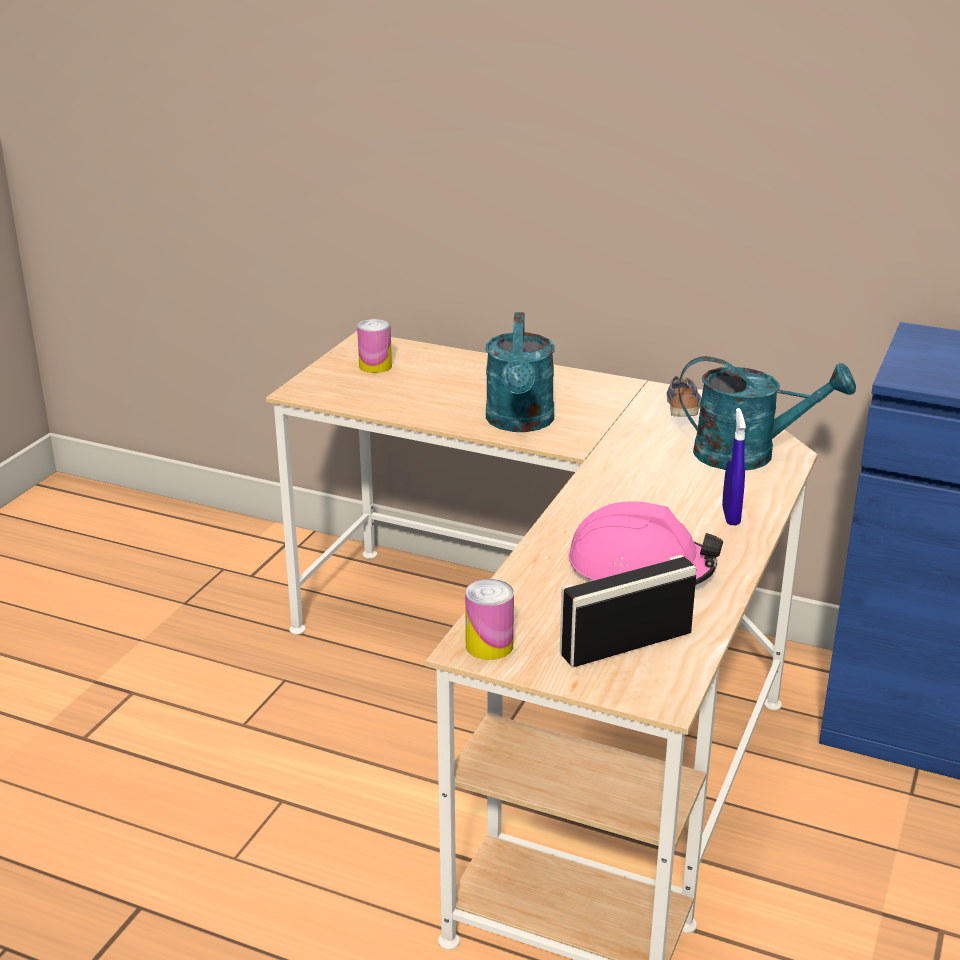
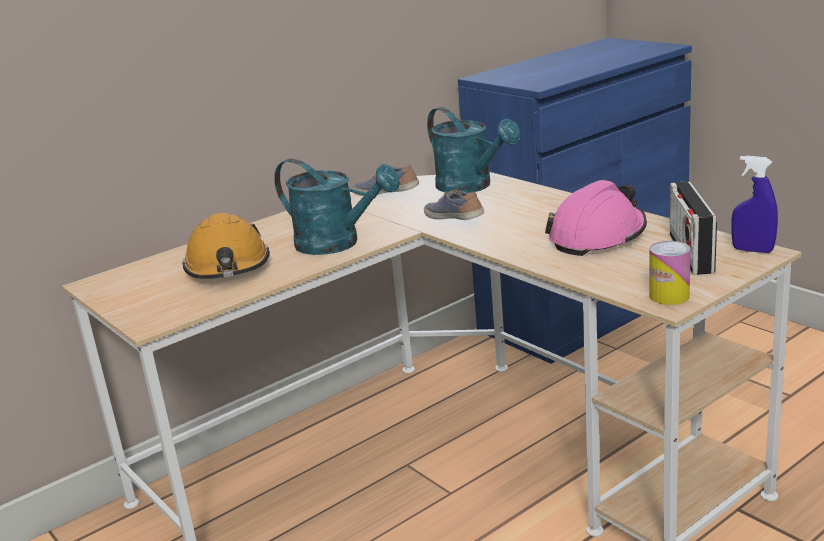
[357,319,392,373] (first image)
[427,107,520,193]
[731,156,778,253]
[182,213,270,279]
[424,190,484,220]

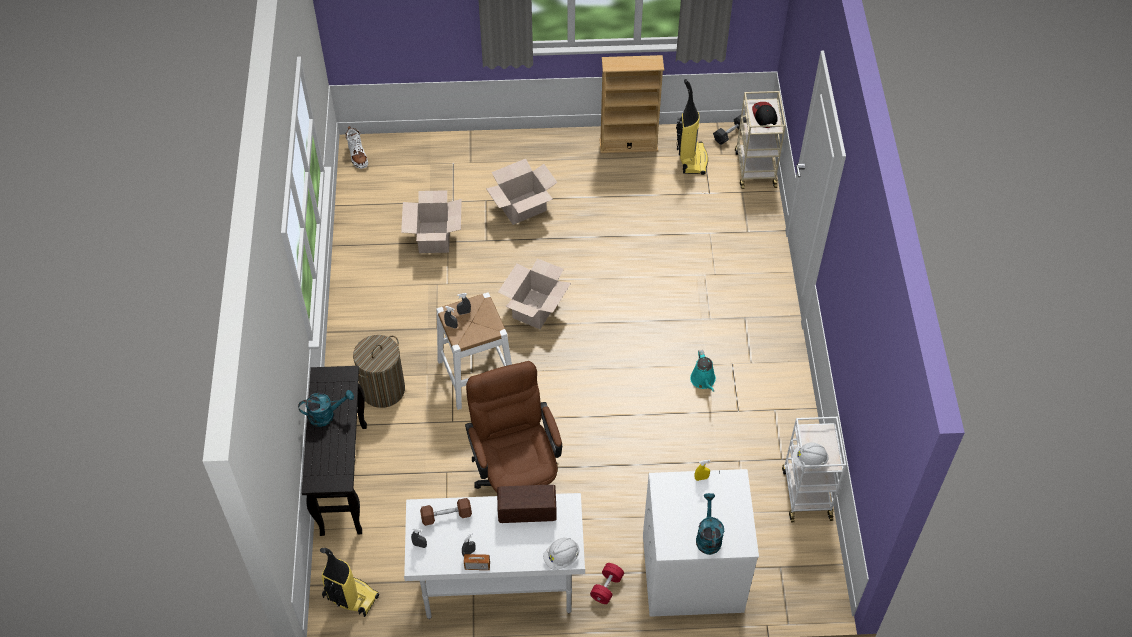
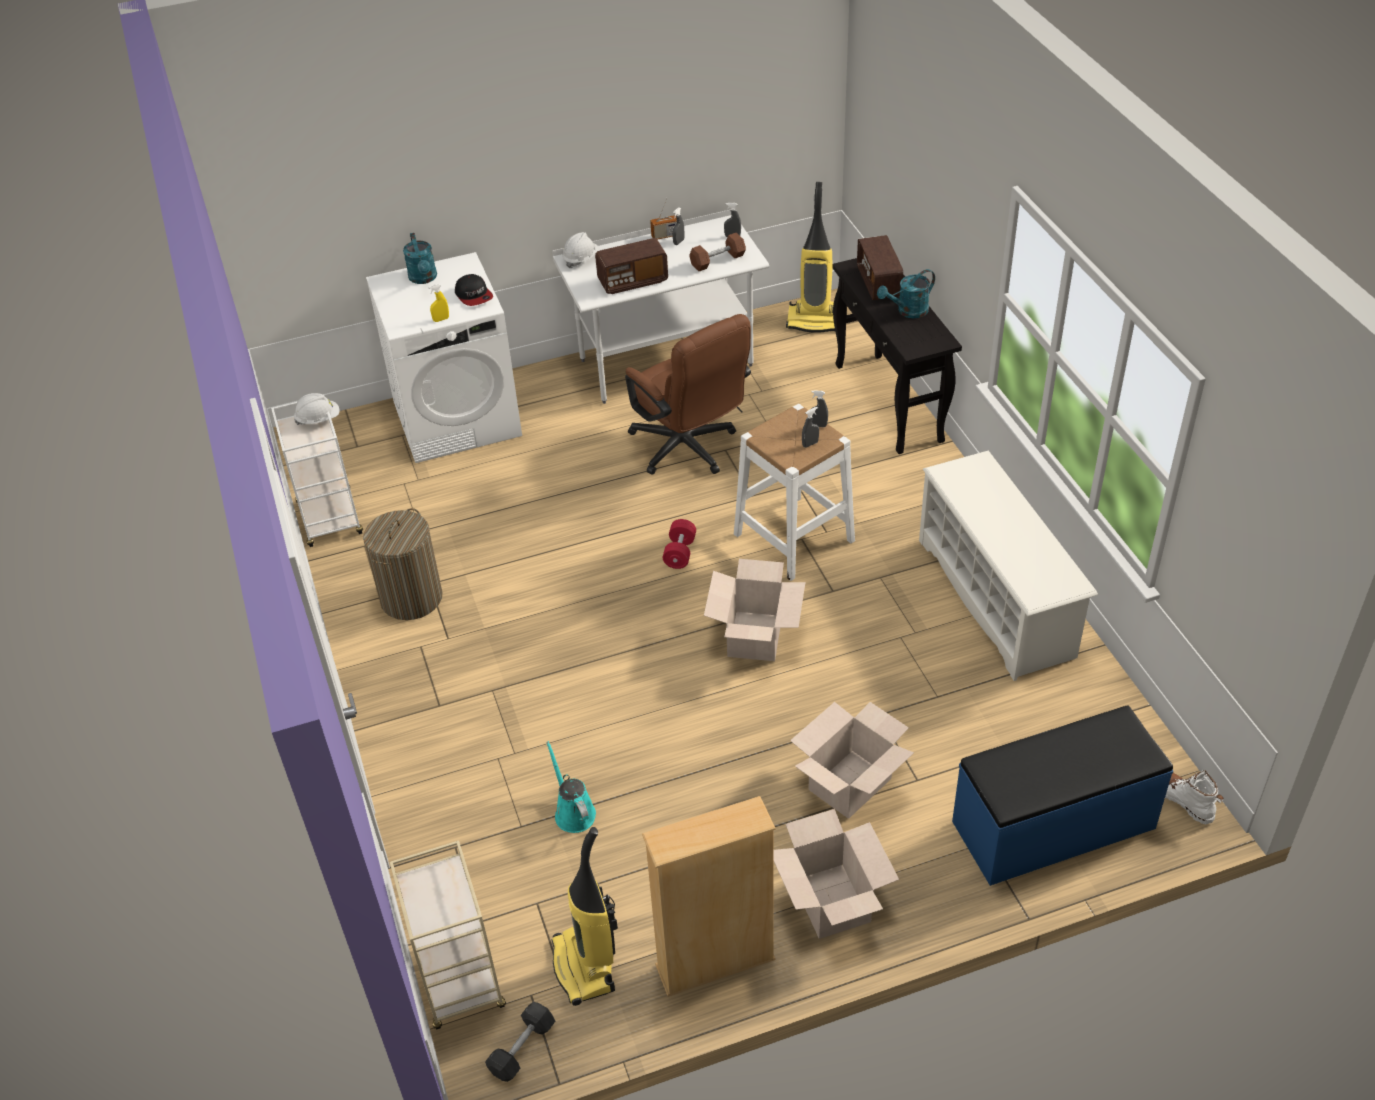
[363,508,442,620]
[773,809,899,939]
[663,519,696,569]
[546,741,596,833]
[455,274,493,306]
[857,235,903,300]
[919,451,1098,681]
[952,706,1173,886]

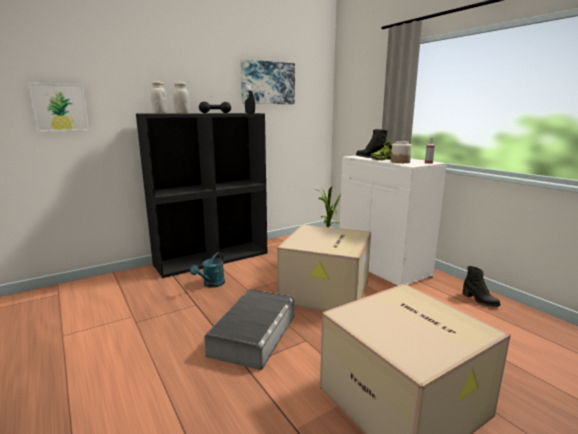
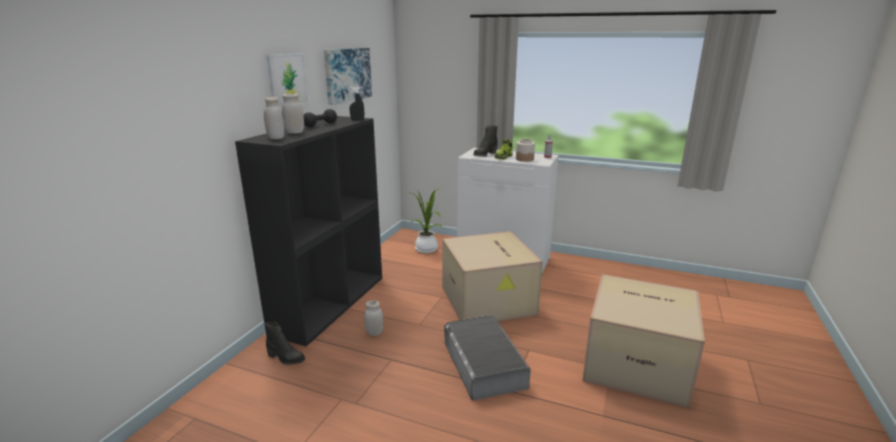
[266,53,309,109]
[364,301,383,336]
[265,322,305,365]

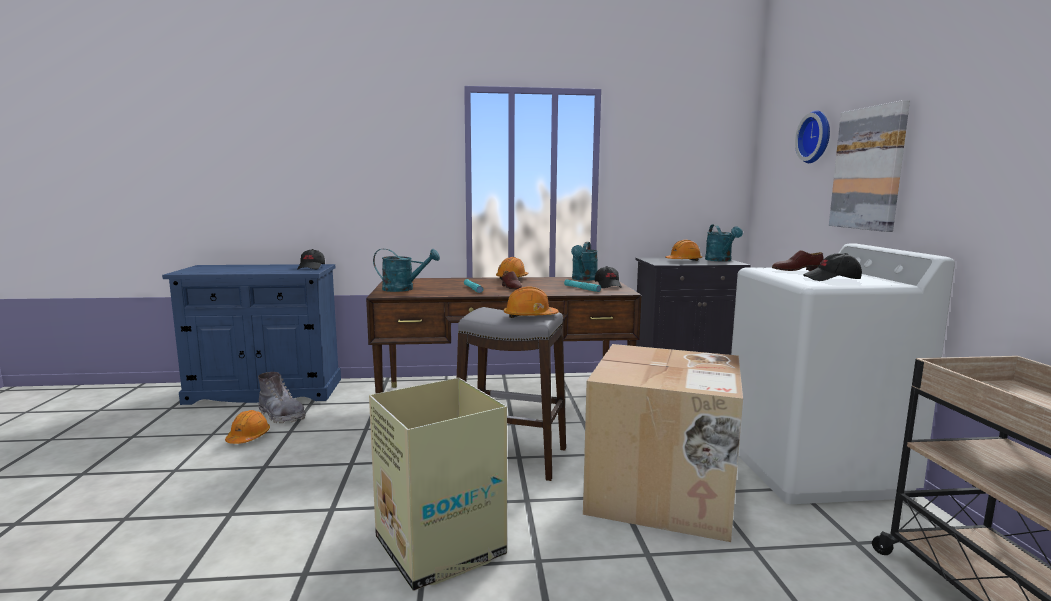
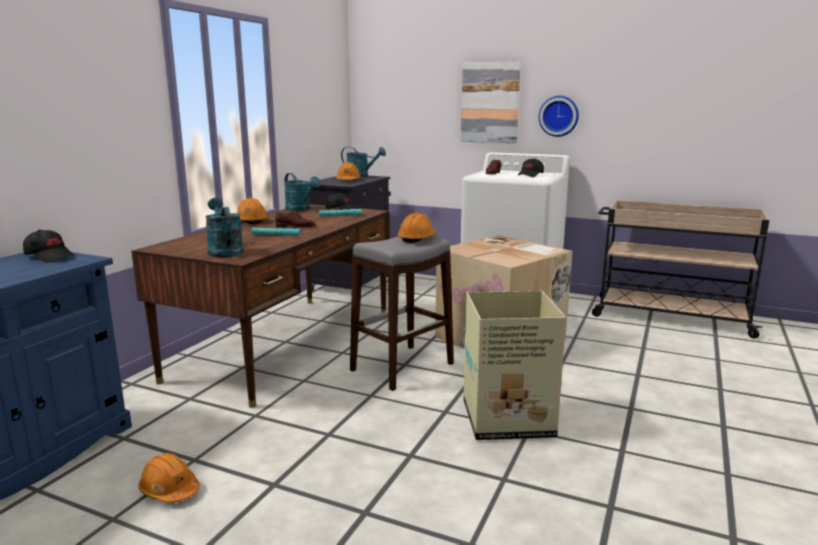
[258,372,305,423] (first image)
[205,198,244,257]
[539,96,579,137]

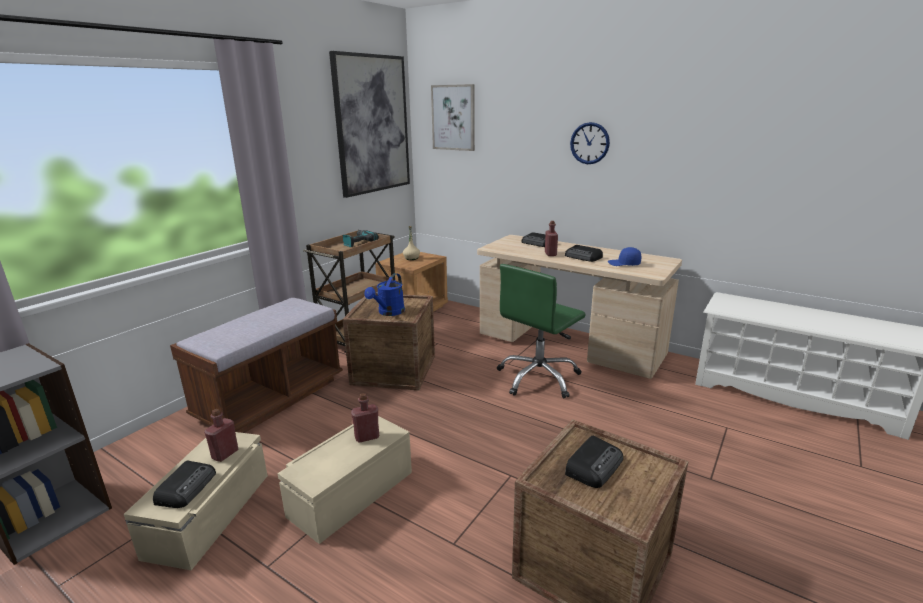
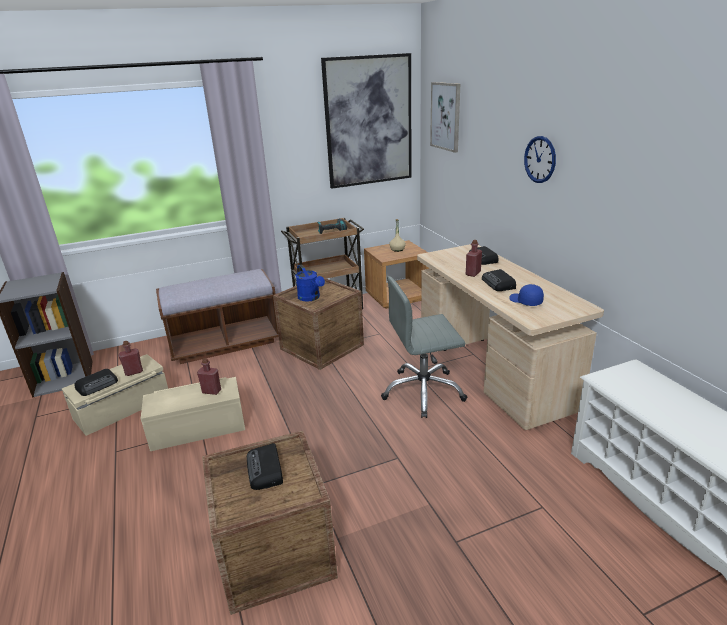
[295,265,325,302]
[381,276,467,418]
[247,443,283,490]

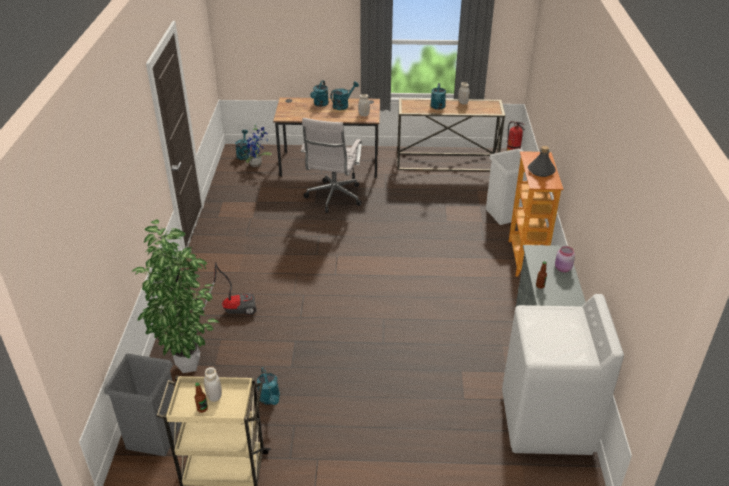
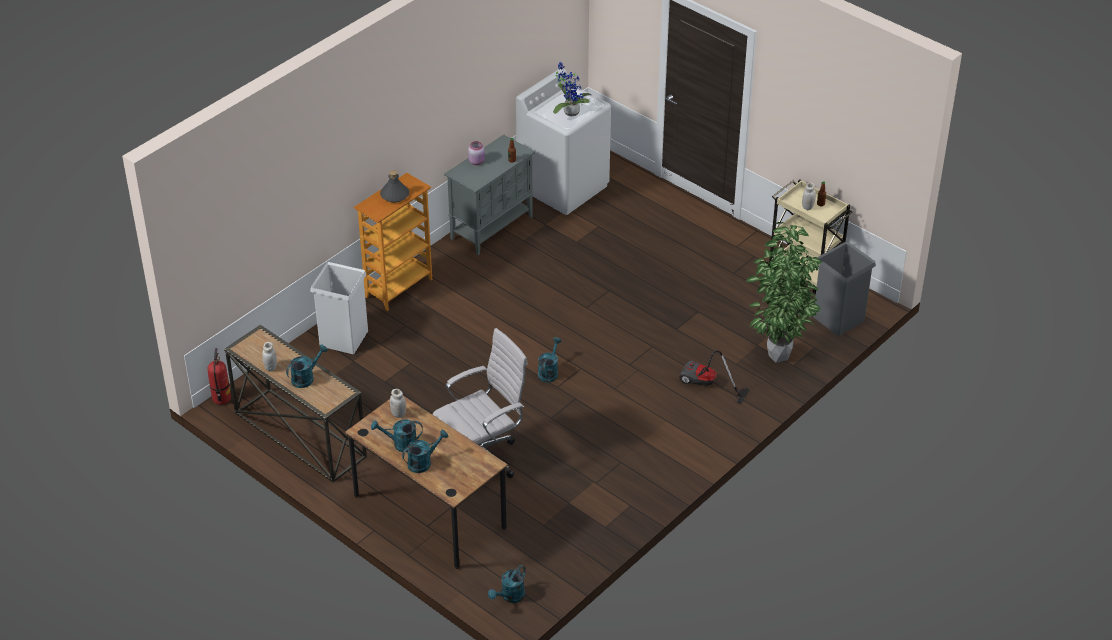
[553,62,591,116]
[538,337,562,383]

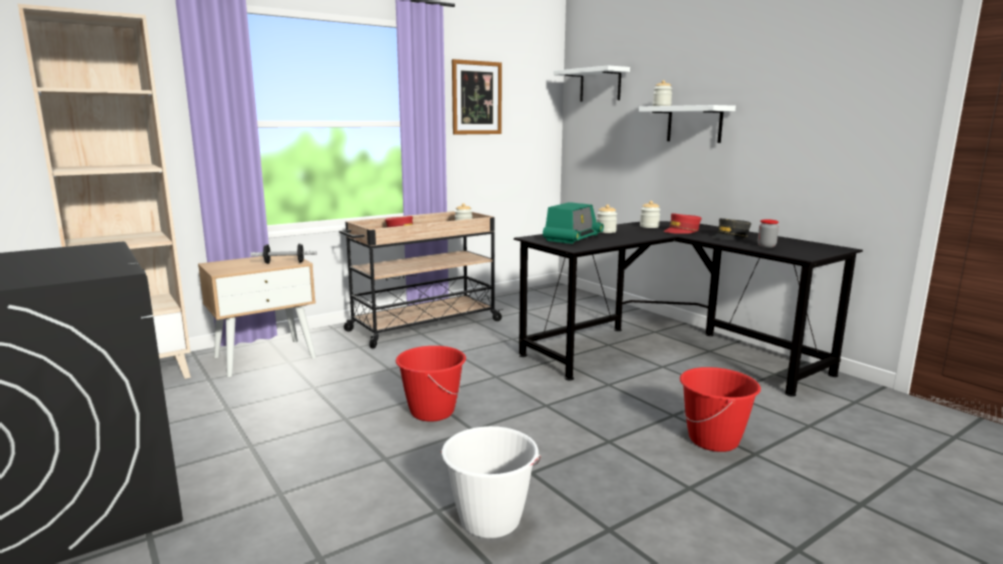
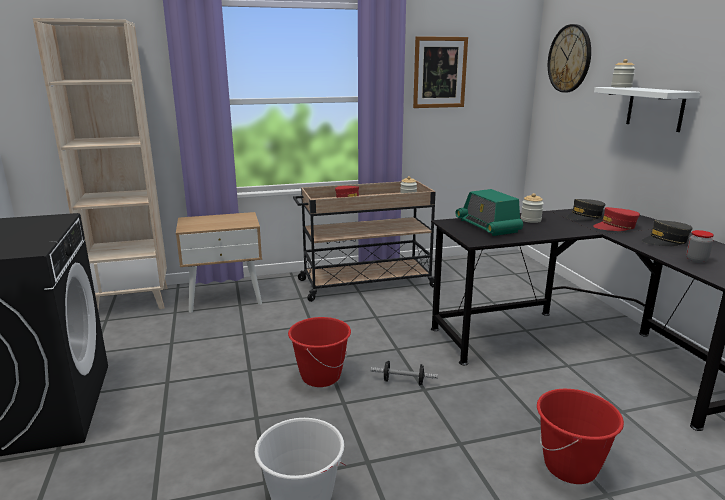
[371,361,438,385]
[455,189,523,236]
[548,24,591,92]
[566,199,605,221]

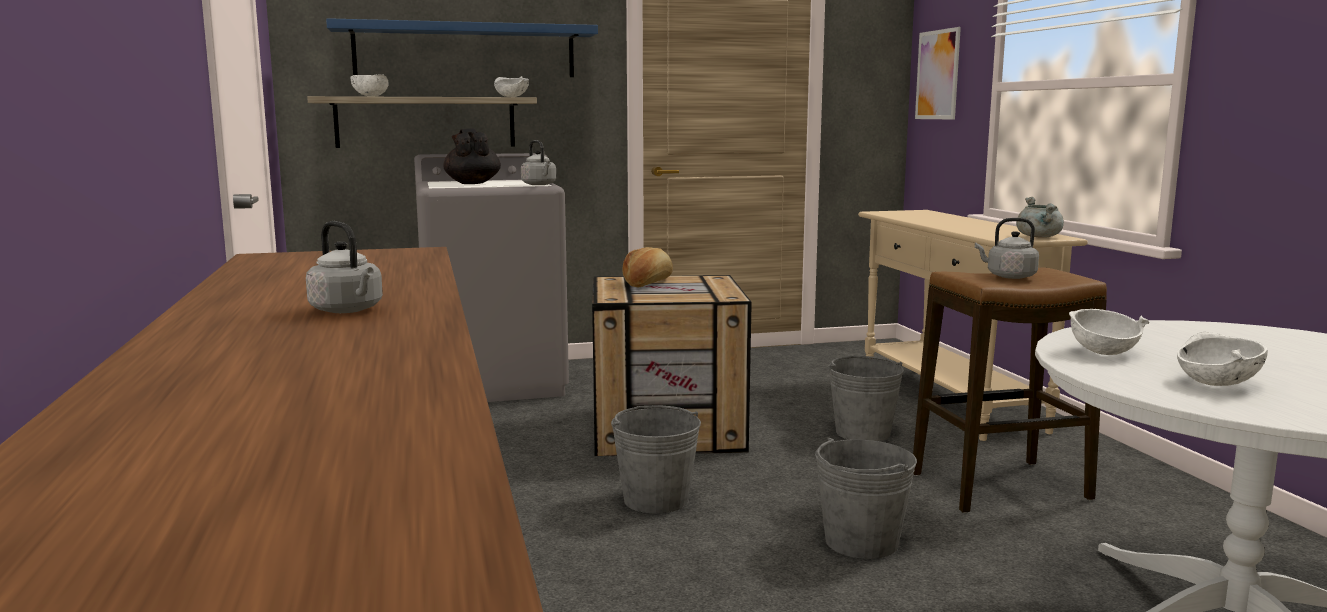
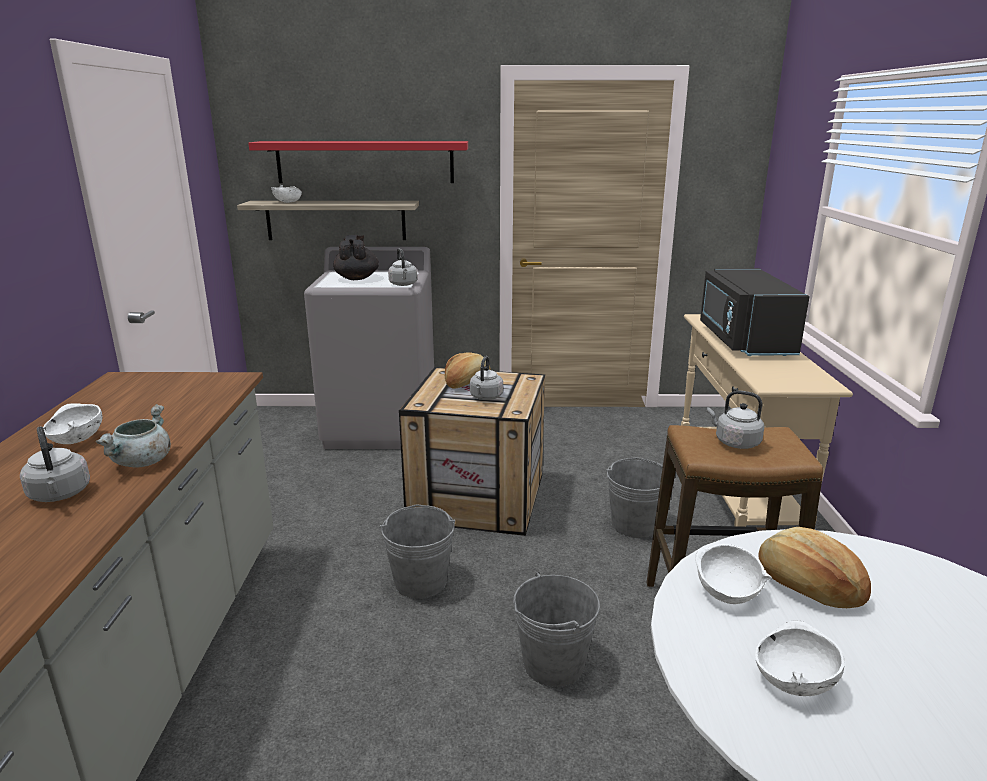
[248,141,468,183]
[43,403,103,444]
[915,27,961,119] (first image)
[96,404,171,468]
[470,356,503,400]
[700,268,810,356]
[758,527,871,608]

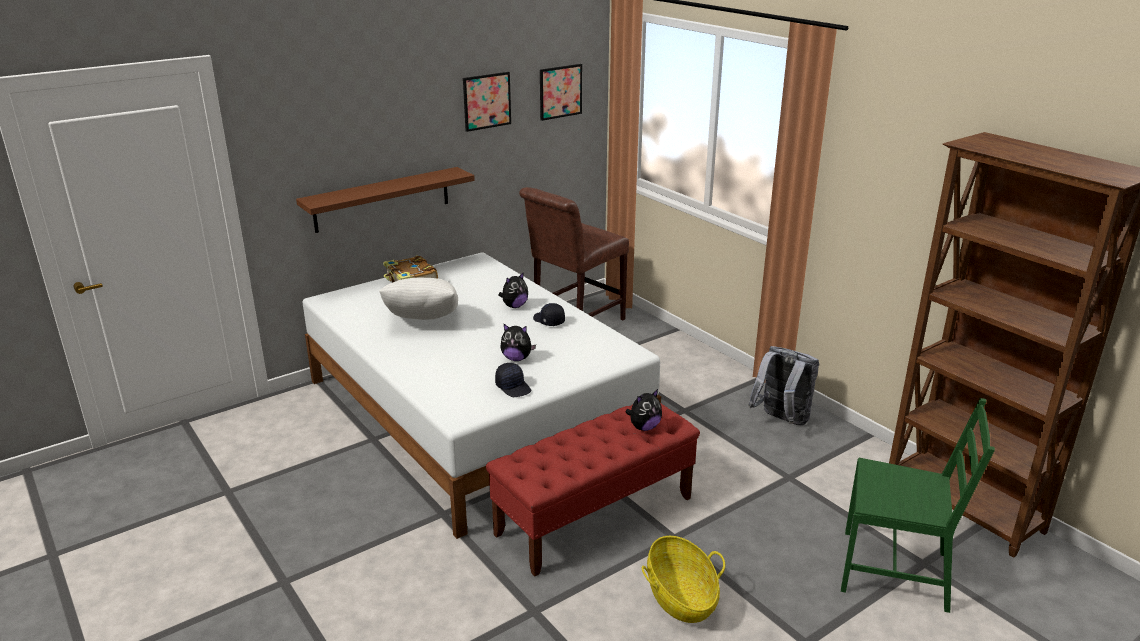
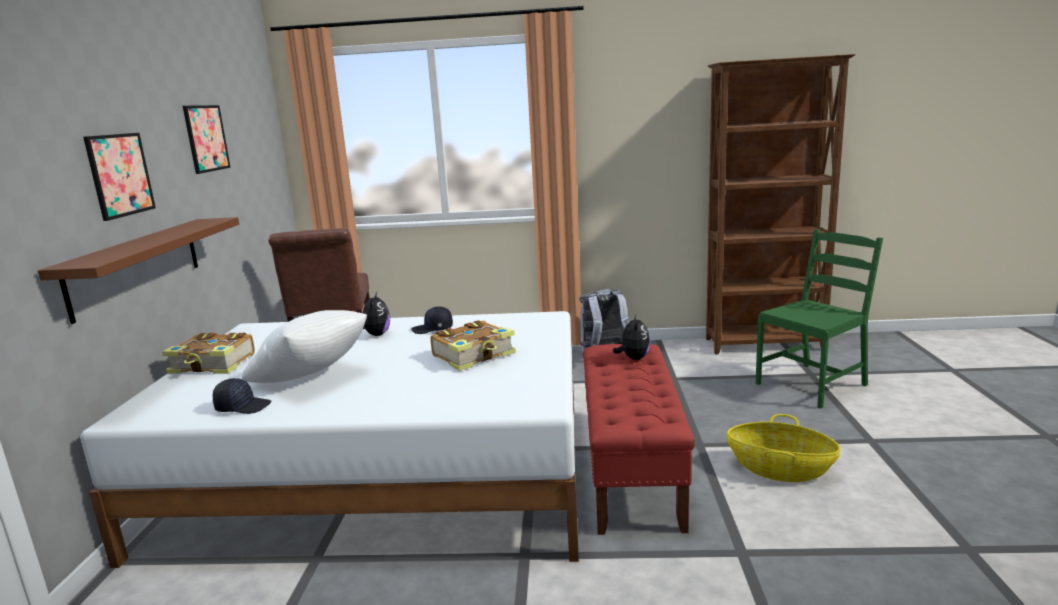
[213,378,271,414]
[431,320,516,371]
[83,133,156,221]

